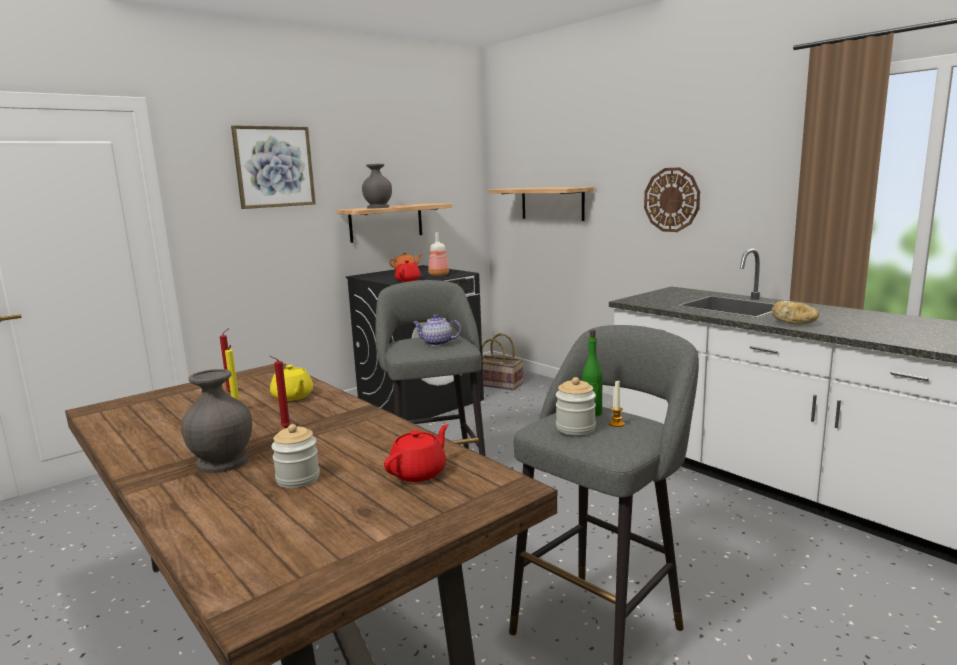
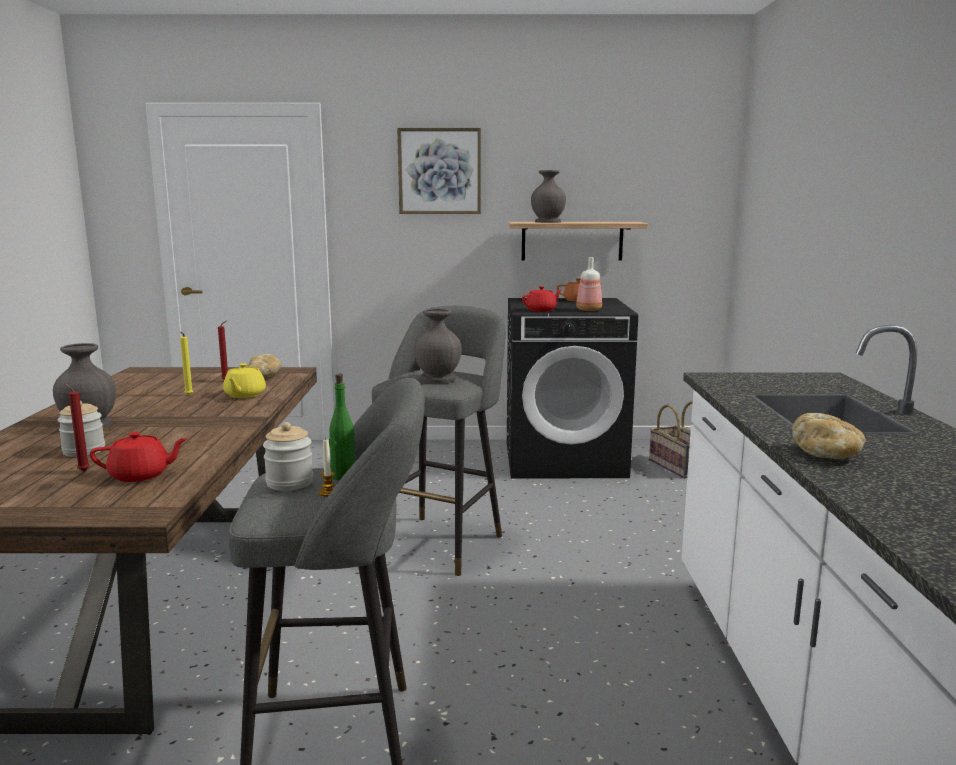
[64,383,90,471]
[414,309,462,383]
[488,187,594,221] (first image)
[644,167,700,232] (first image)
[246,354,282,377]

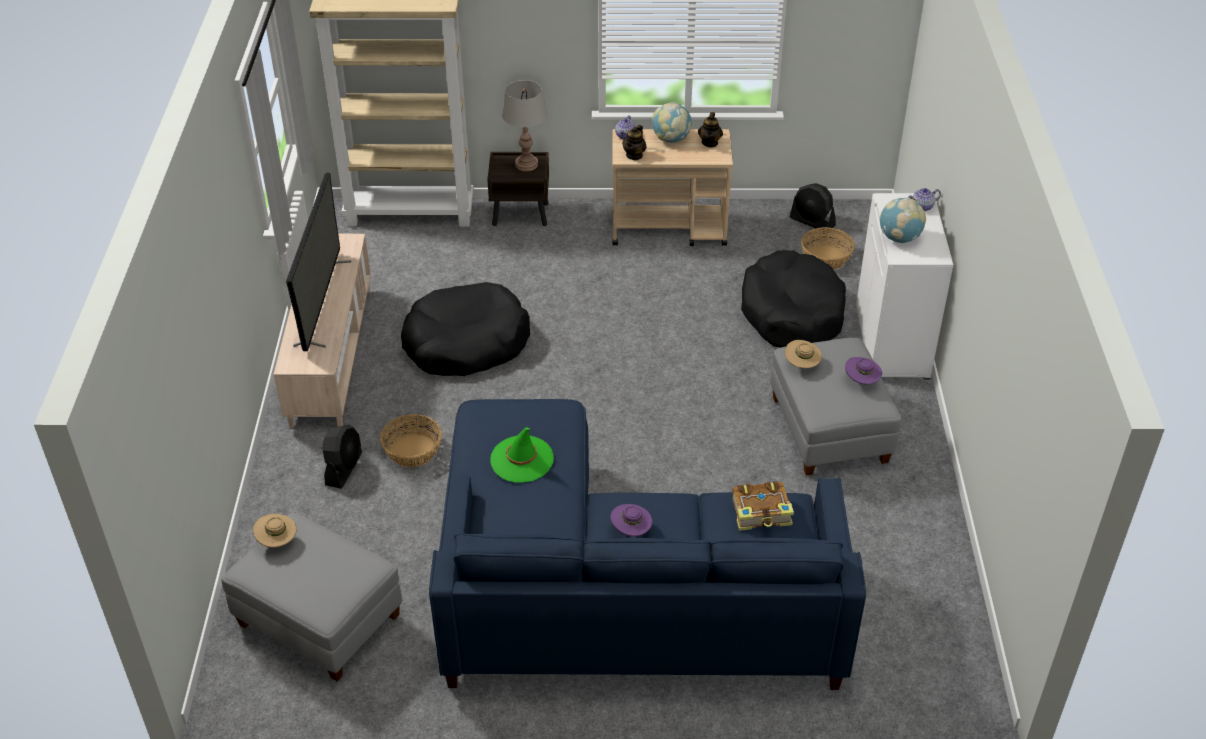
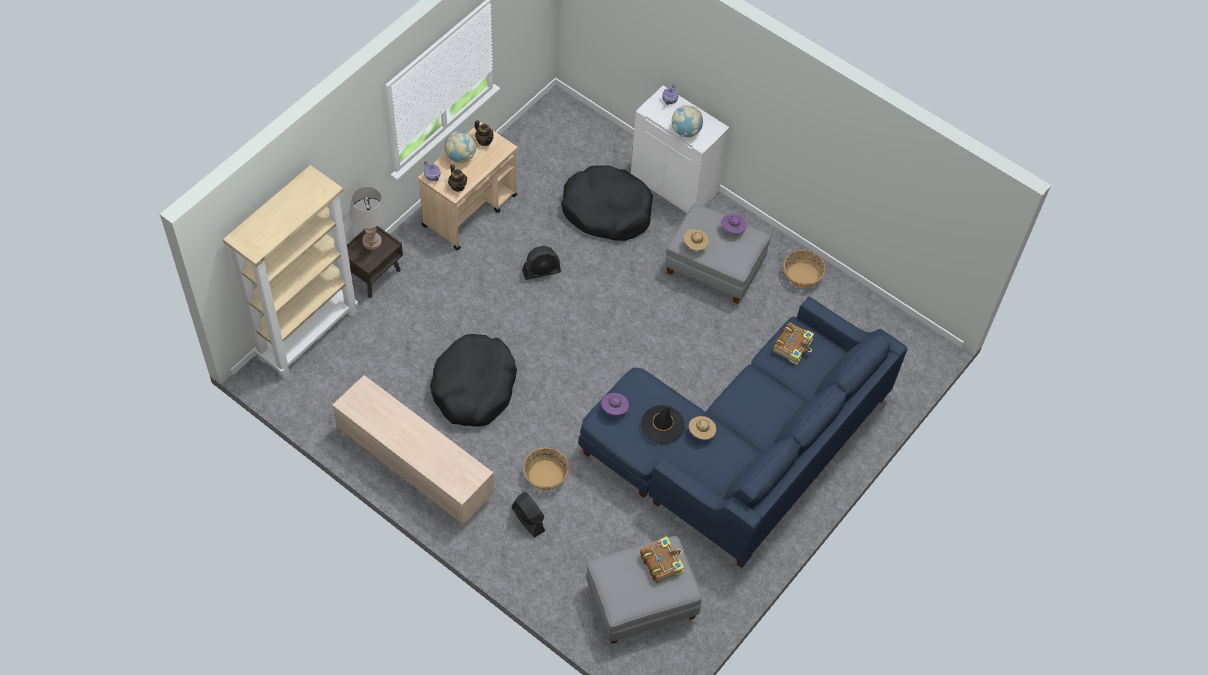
[689,416,716,440]
[286,173,351,351] (first image)
[641,405,685,444]
[601,393,629,416]
[522,246,561,280]
[784,250,826,288]
[640,536,685,583]

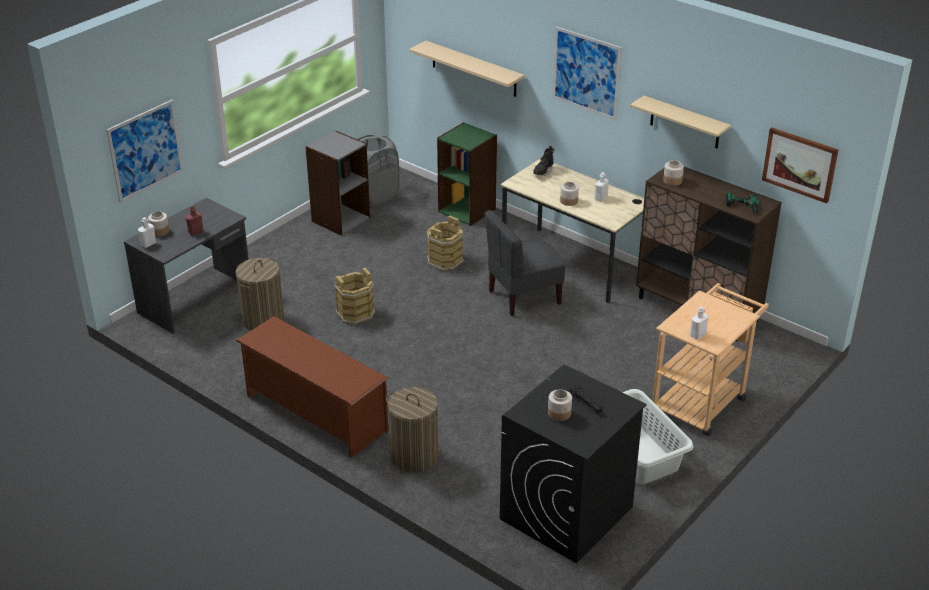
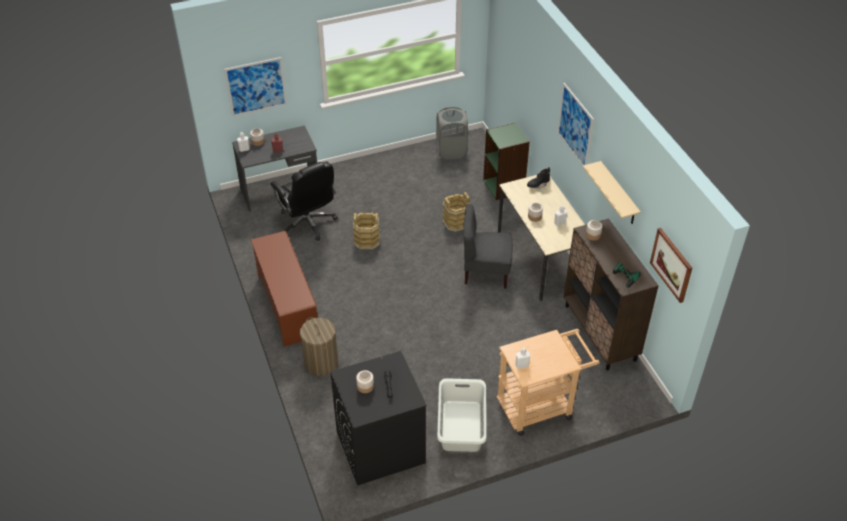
[271,161,338,241]
[305,131,370,236] (first image)
[409,41,525,97] (first image)

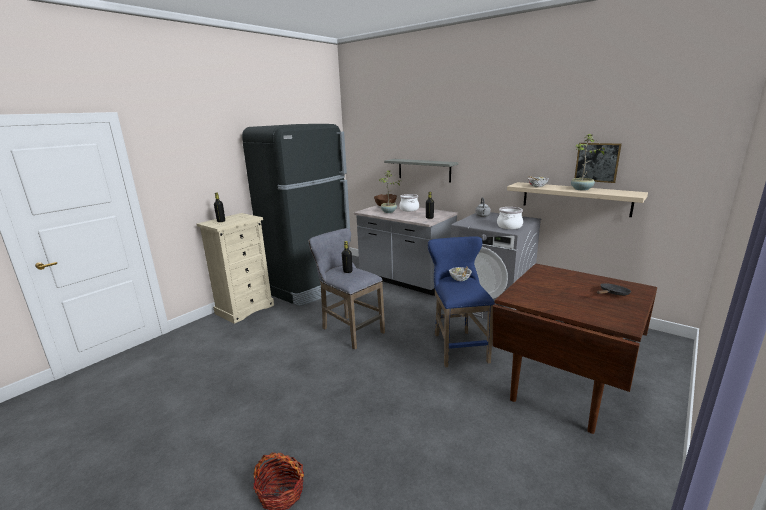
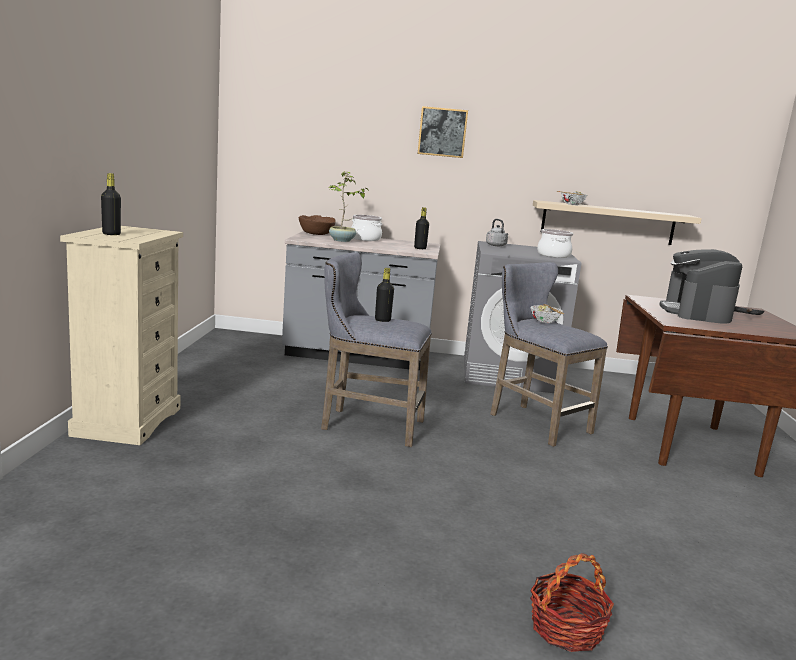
[242,124,351,306] (first image)
[384,159,458,183] (first image)
[490,262,608,447]
[571,134,605,190] (first image)
[418,106,468,158]
[659,249,742,323]

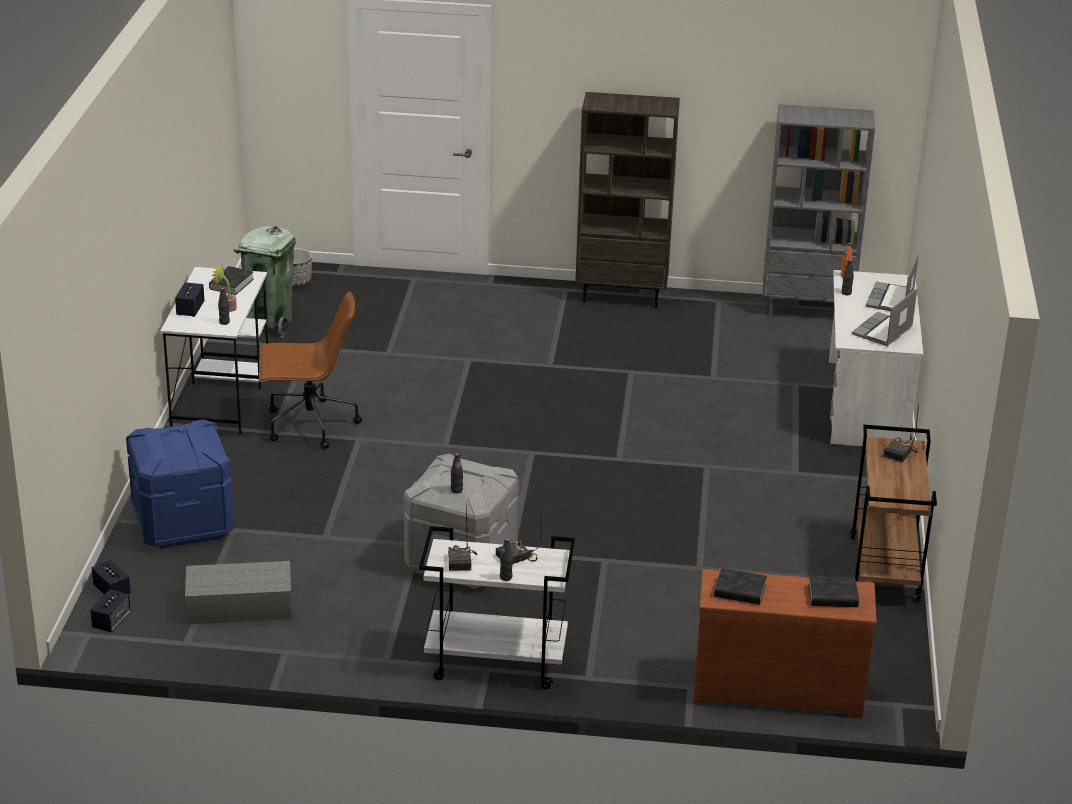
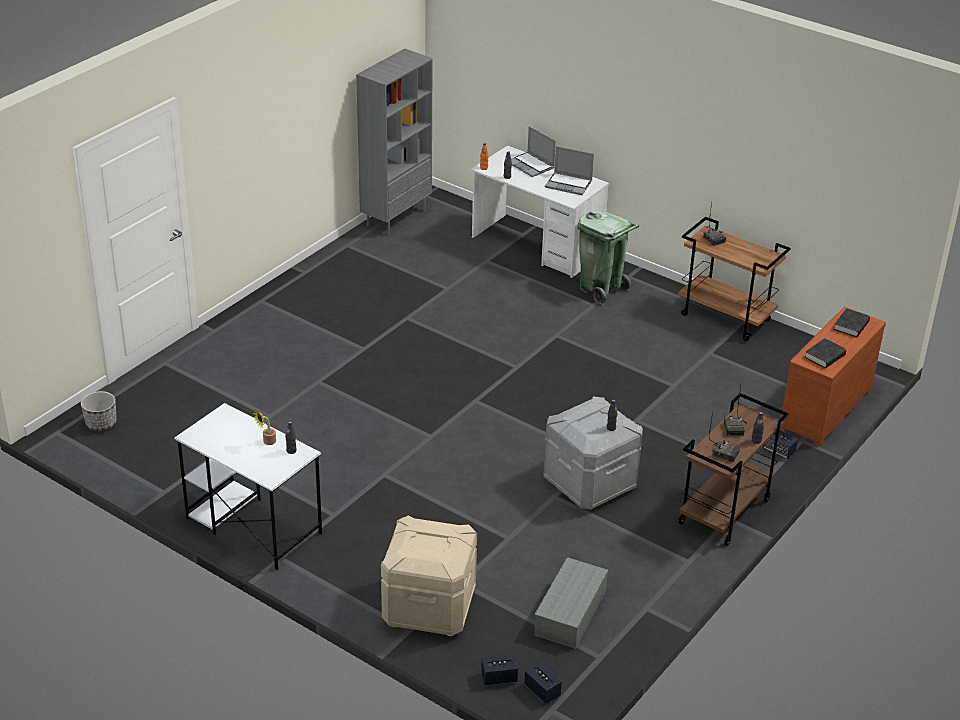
[381,515,477,636]
[763,431,798,459]
[209,266,254,295] (first image)
[577,211,639,305]
[259,291,362,449] (first image)
[678,393,789,546]
[575,92,680,308] (first image)
[545,146,594,195]

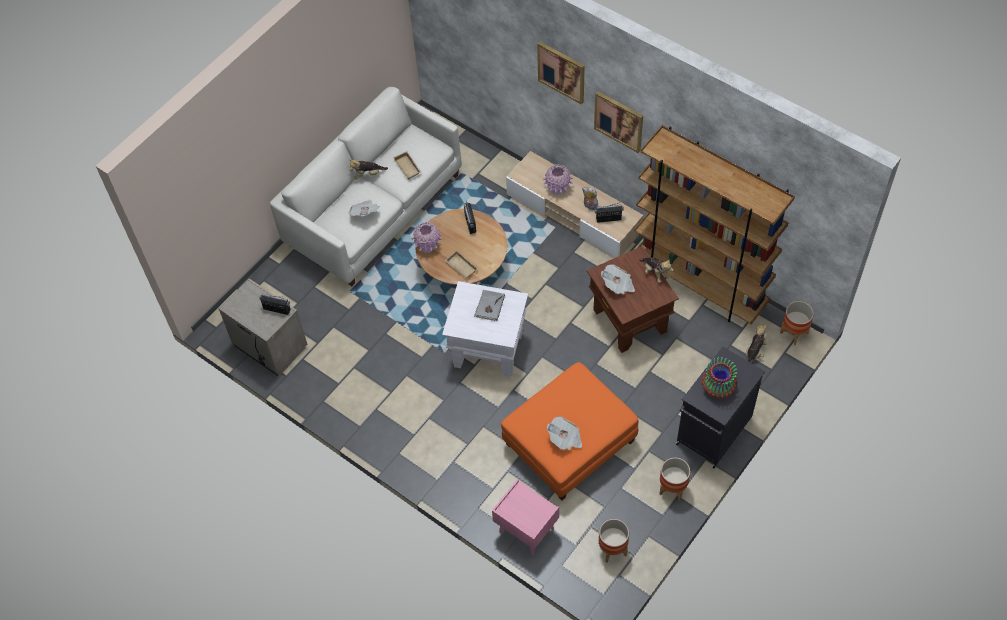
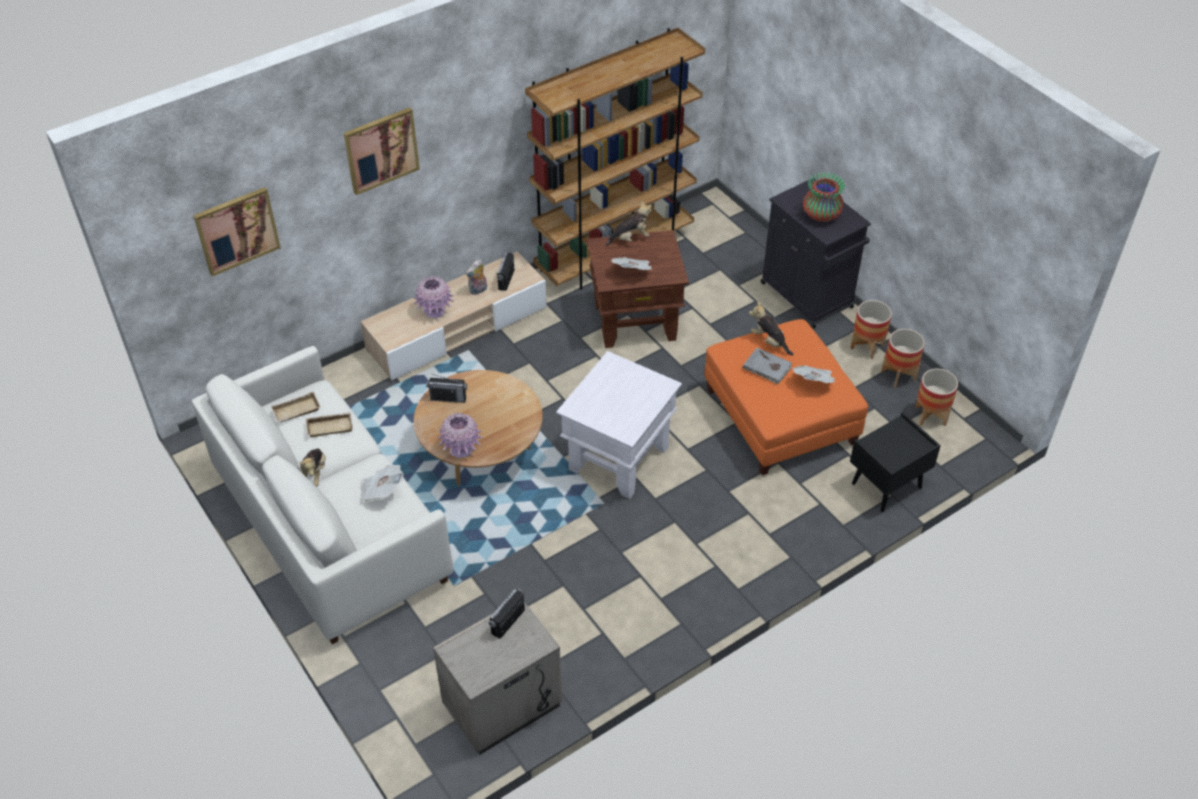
[271,391,320,422]
[743,348,792,384]
[850,412,941,512]
[193,187,281,276]
[749,301,794,356]
[881,329,925,388]

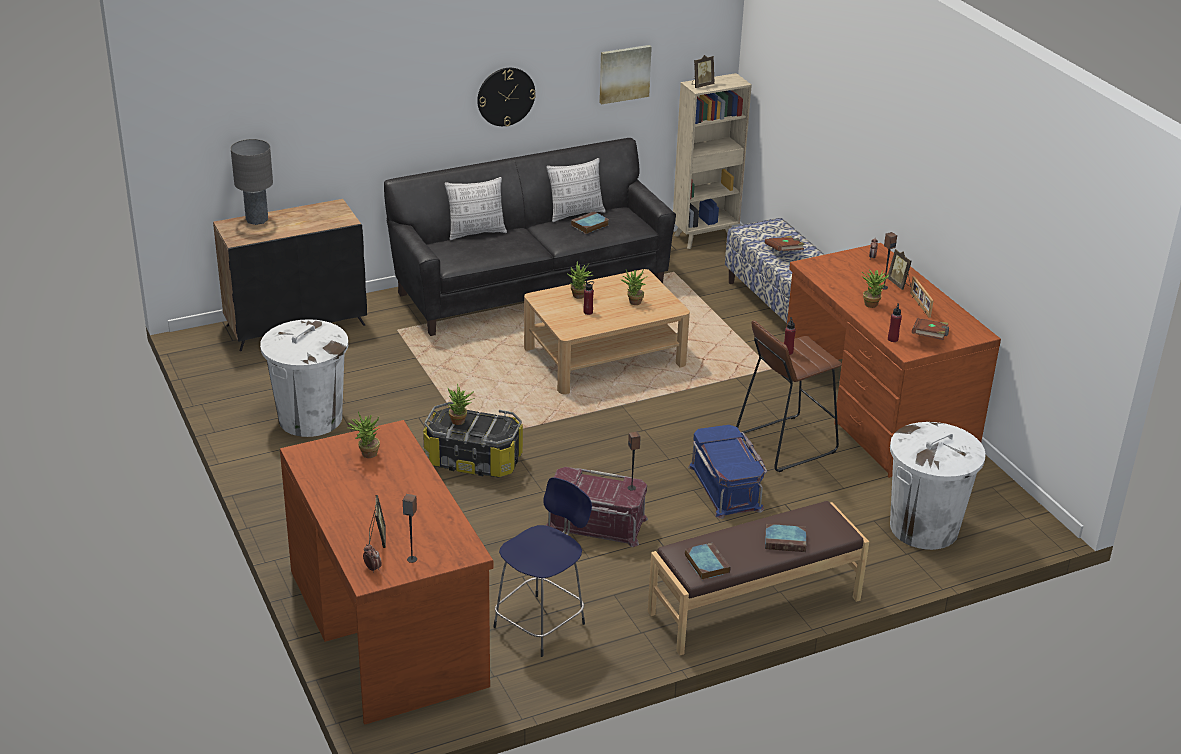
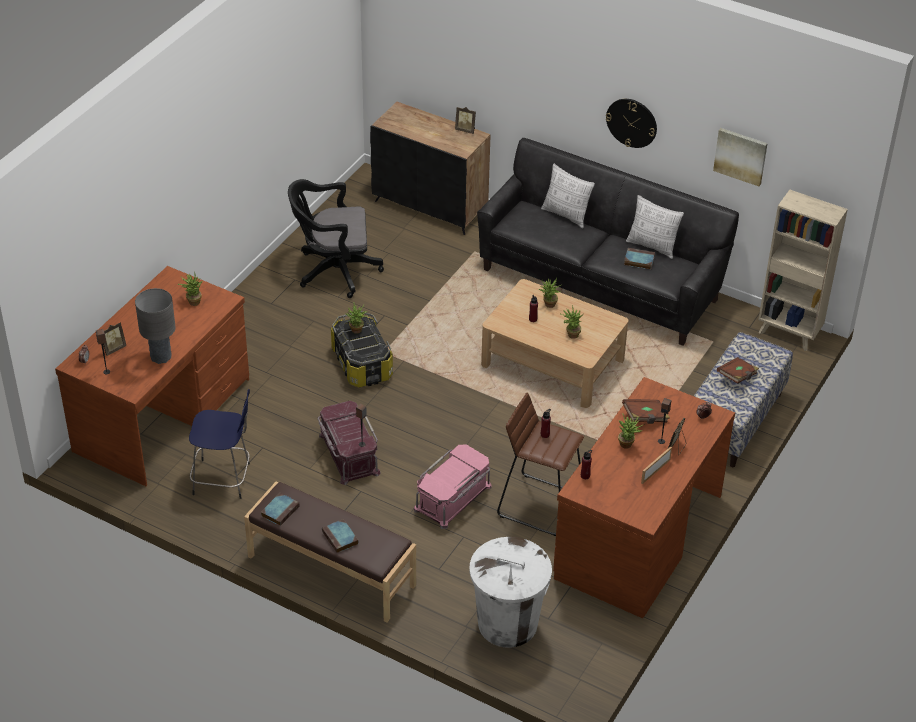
[135,288,176,364]
[288,179,384,298]
[414,444,492,529]
[455,107,476,134]
[622,399,670,424]

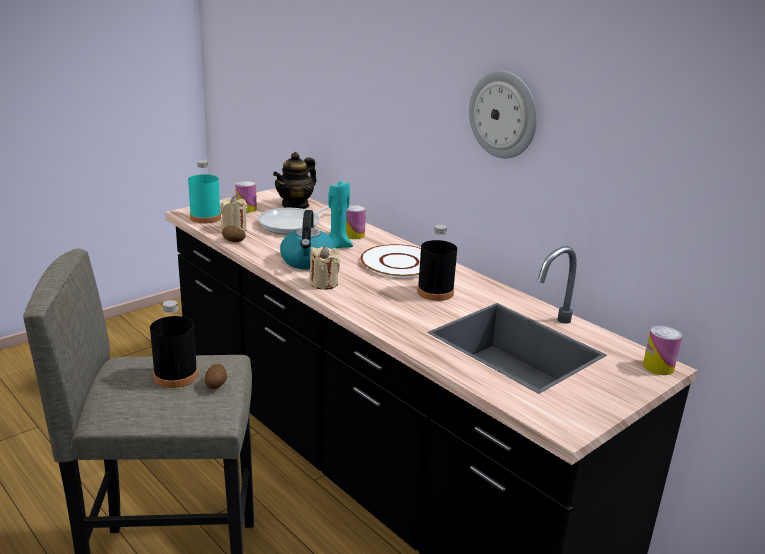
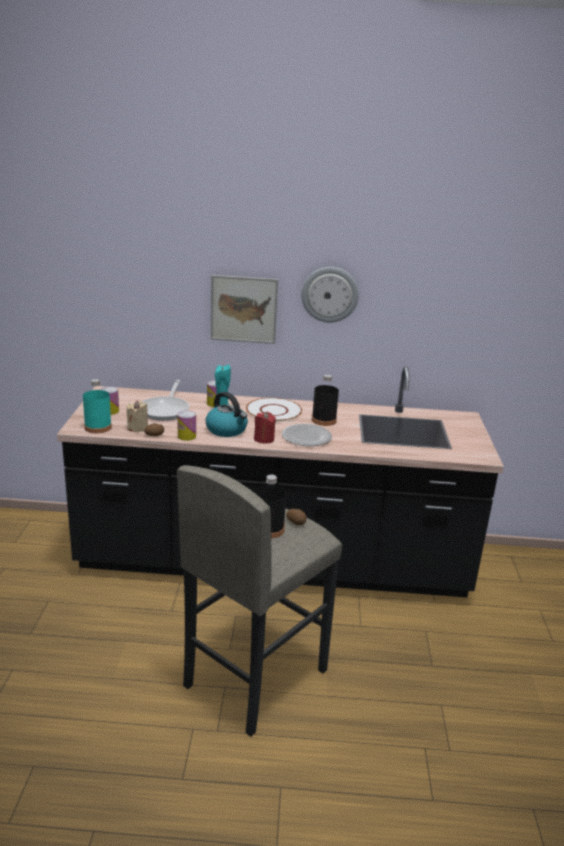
[273,152,317,209] (first image)
[254,412,276,444]
[177,410,196,441]
[211,275,278,344]
[282,424,332,446]

